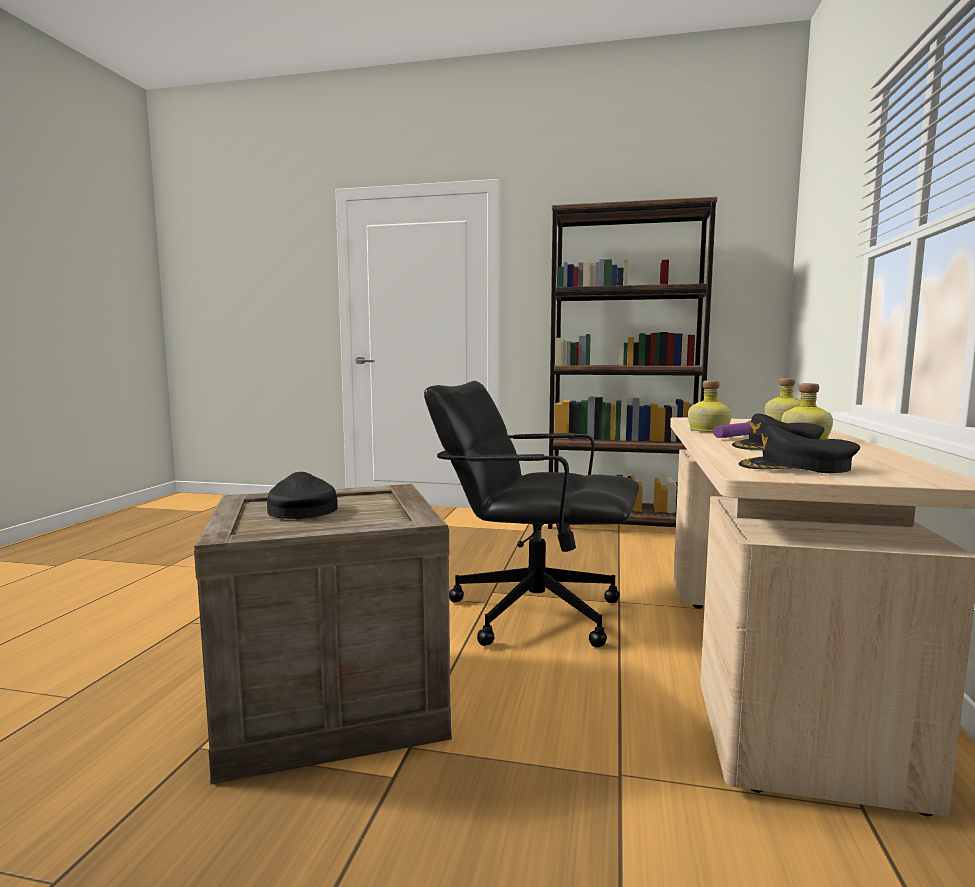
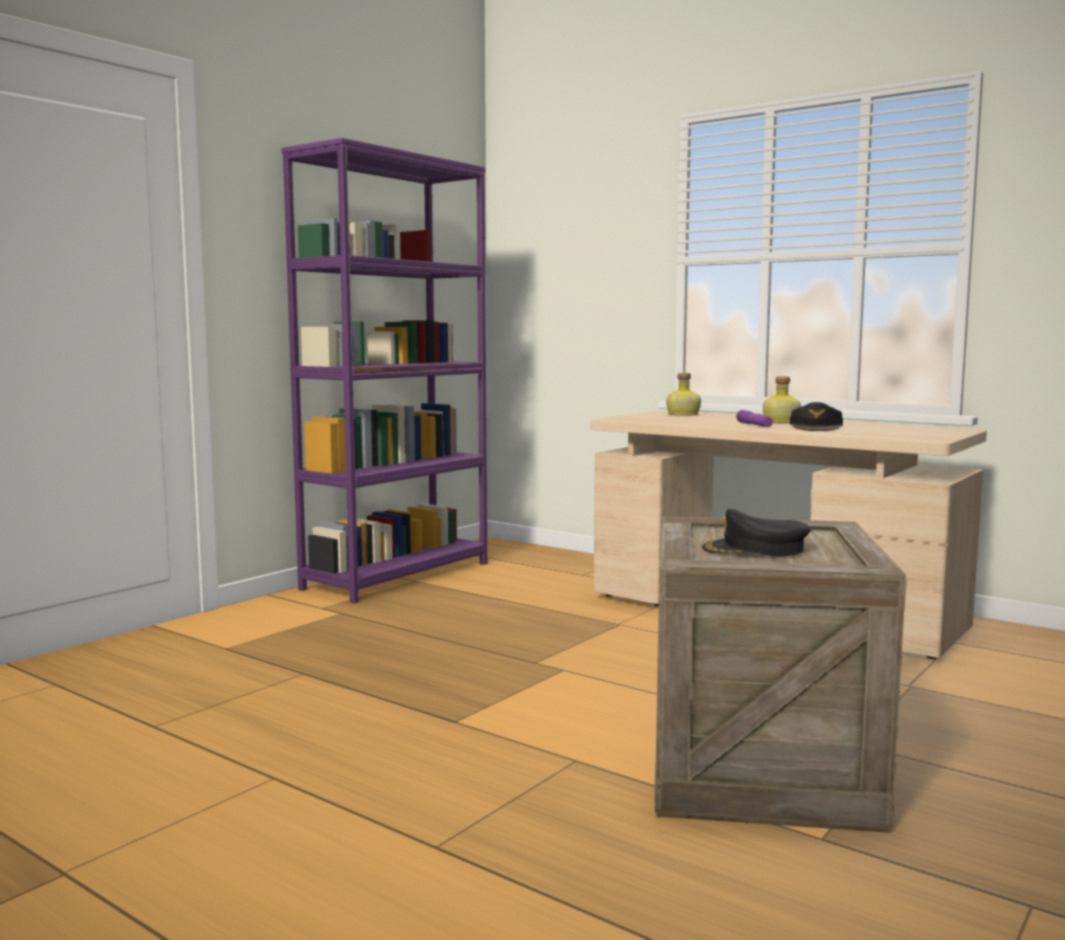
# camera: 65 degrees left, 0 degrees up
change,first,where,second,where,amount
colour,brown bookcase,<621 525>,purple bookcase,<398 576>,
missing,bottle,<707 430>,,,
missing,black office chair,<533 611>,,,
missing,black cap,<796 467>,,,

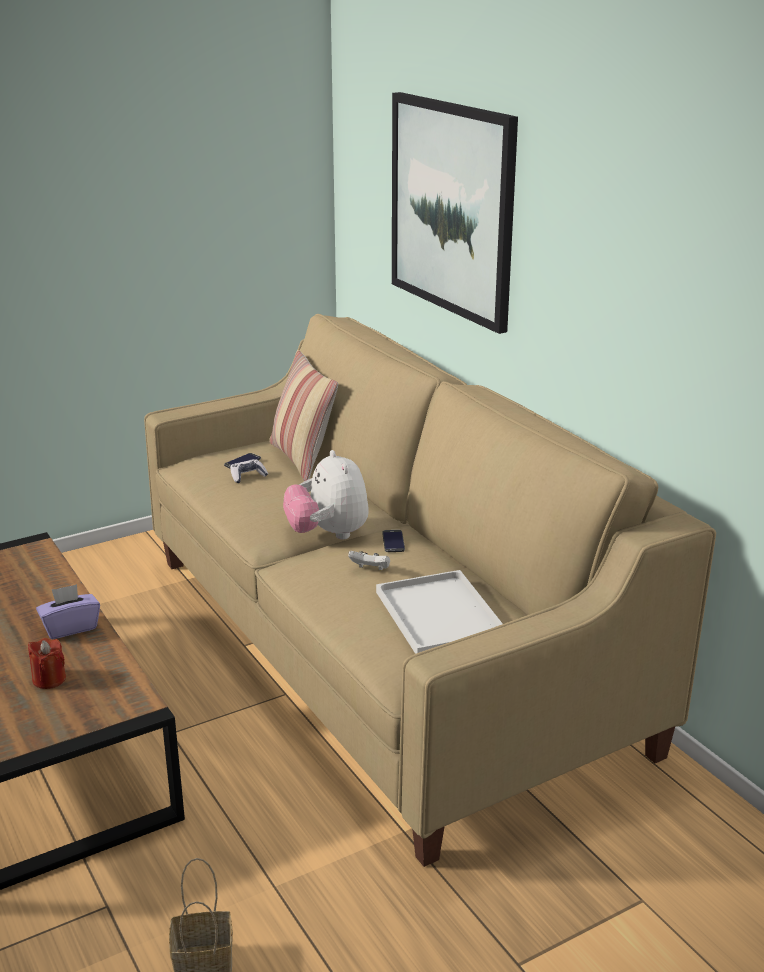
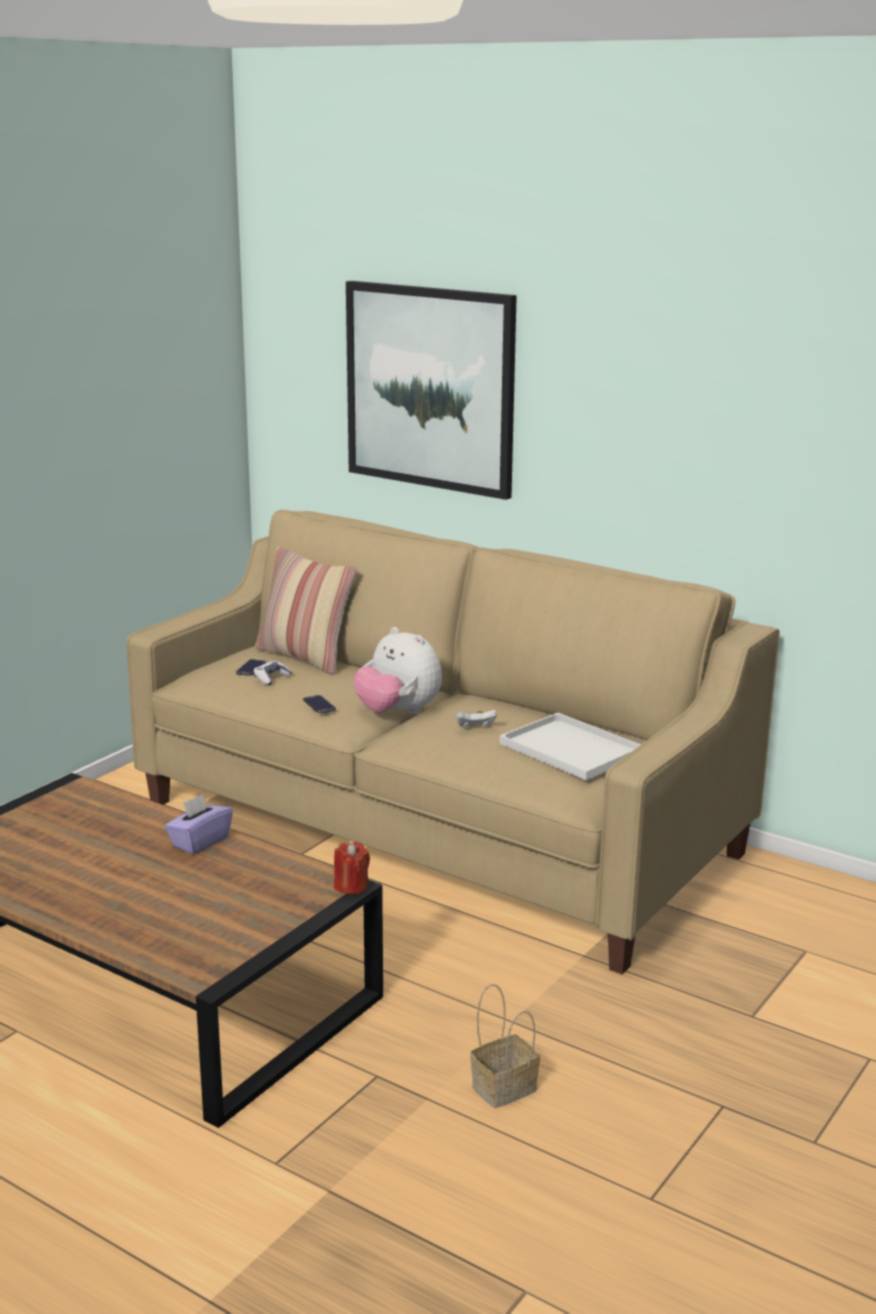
# camera: 25 degrees left, 5 degrees down
change,first,where,second,where,amount
relocated,phone,<393 541>,,<319 704>,
relocated,red candle,<49 679>,,<351 886>,

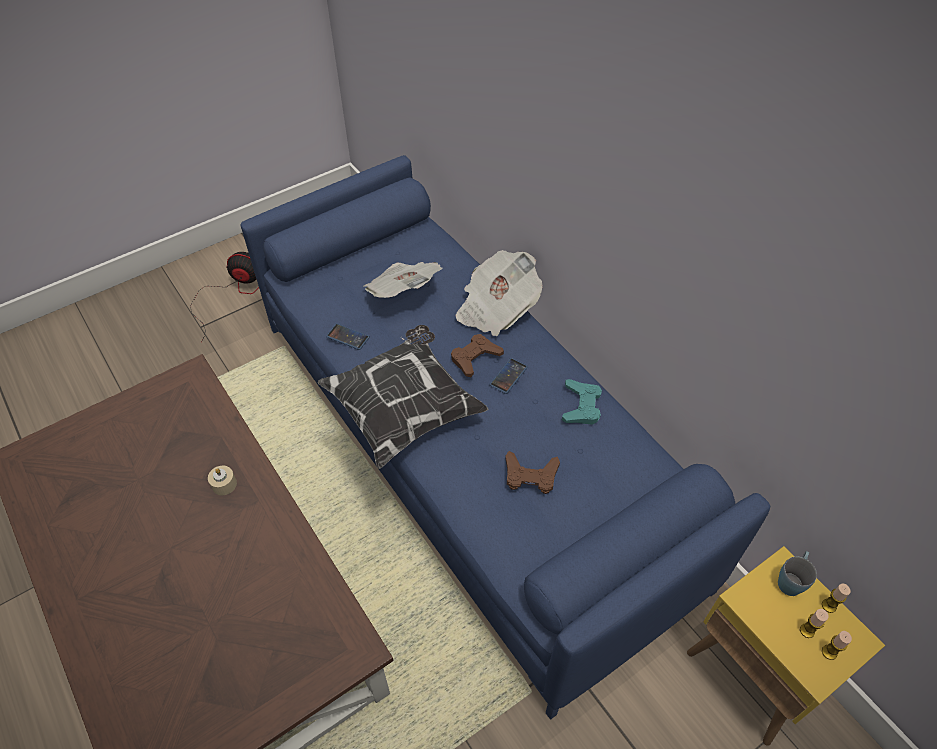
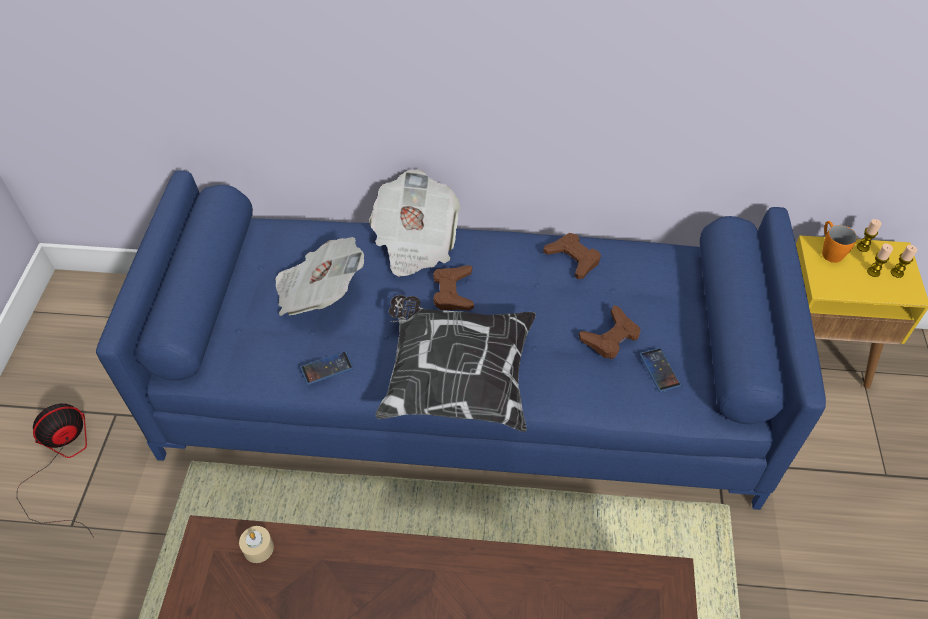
# camera: 50 degrees left, 0 degrees up
change,first,where,second,where,amount
relocated,phone,<508 376>,,<660 370>,
colour,turquoise game controller,<581 406>,brown game controller,<573 259>,
relocated,beige candle,<224 484>,,<258 548>,
colour,blue mug,<791 580>,orange mug,<829 251>,

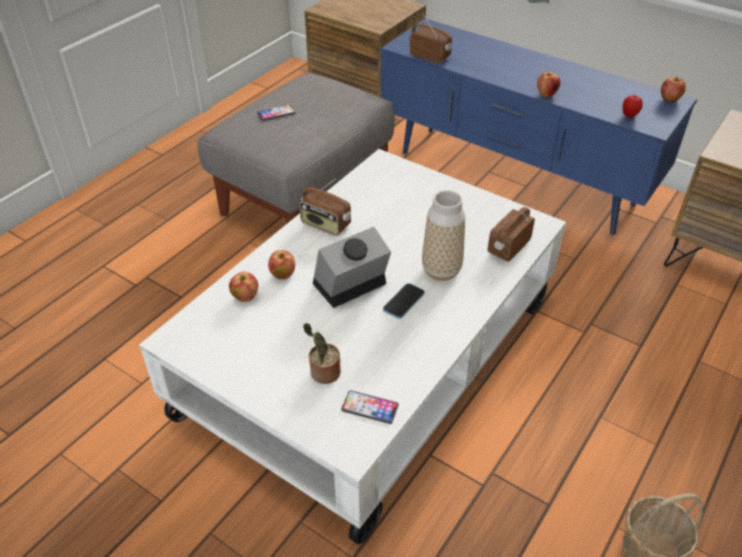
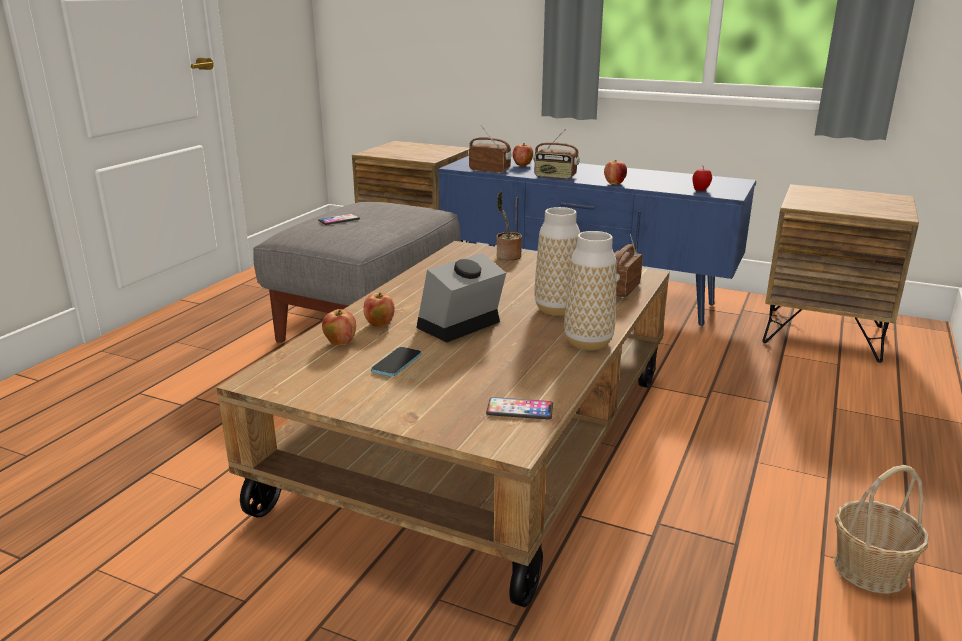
# camera: 10 degrees left, 20 degrees down
change,first,where,second,where,amount
relocated,apple,<669 99>,,<522 165>,
colour,white coffee table,<372 359>,brown coffee table,<482 440>,
relocated,radio,<325 225>,,<555 177>,
relocated,phone,<403 302>,,<396 363>,
relocated,potted plant,<323 373>,,<507 257>,
appeared,,,vase,<588 343>,

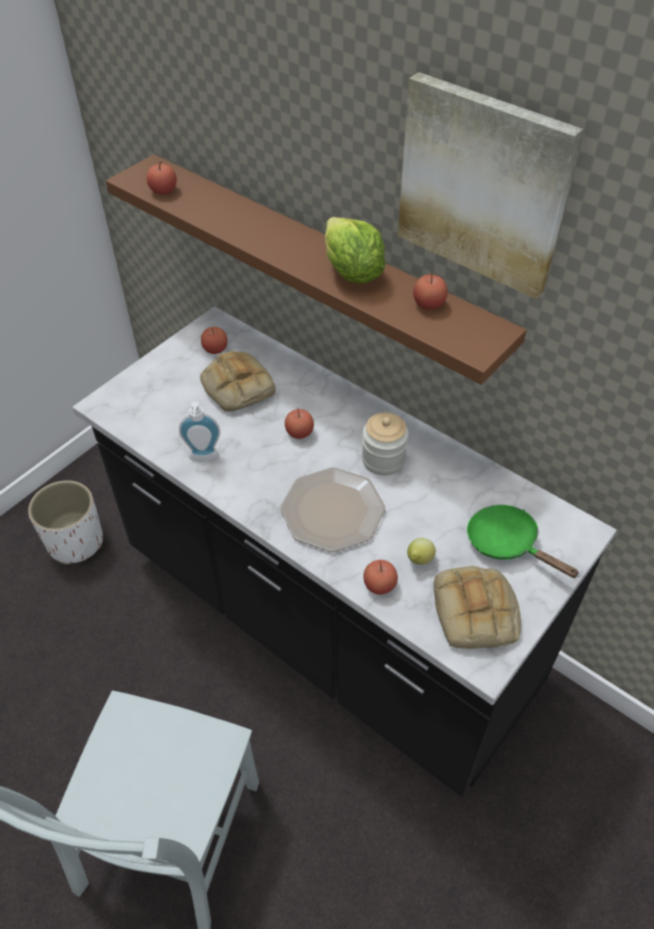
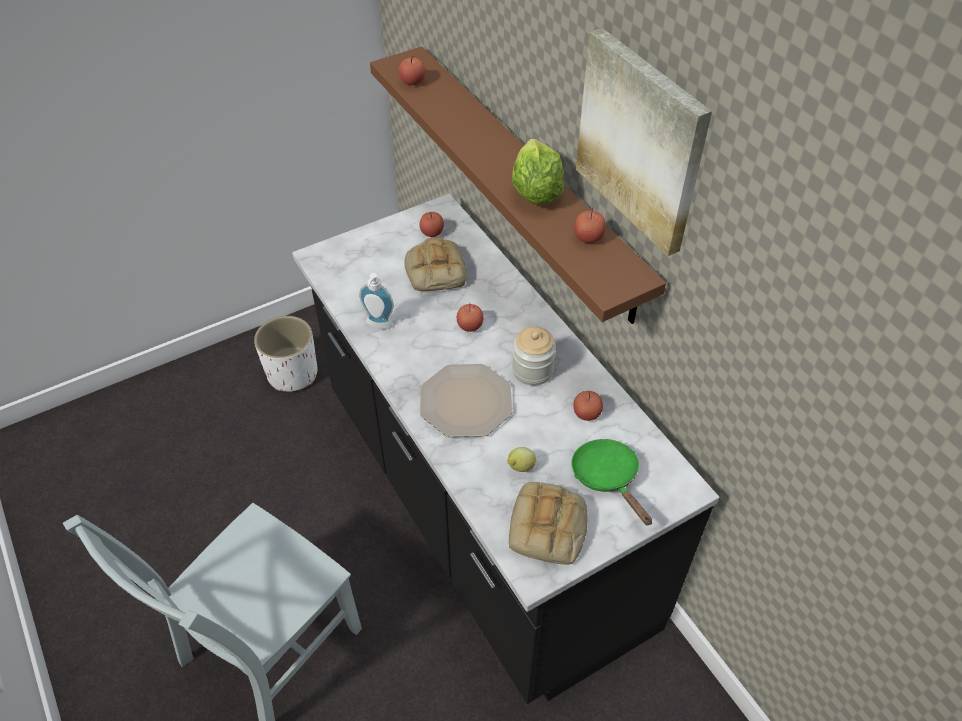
# camera: 20 degrees right, 0 degrees up
change,first,where,second,where,amount
relocated,apple,<379 585>,,<586 413>,

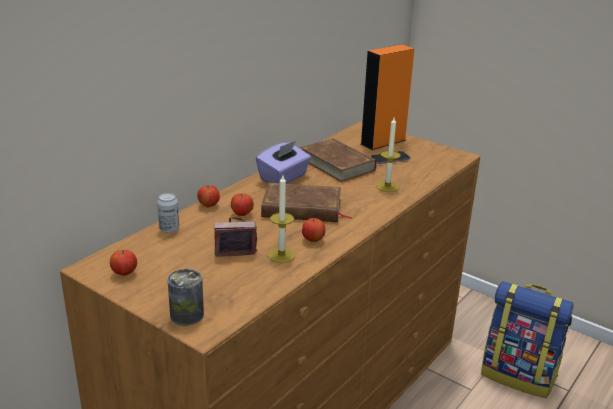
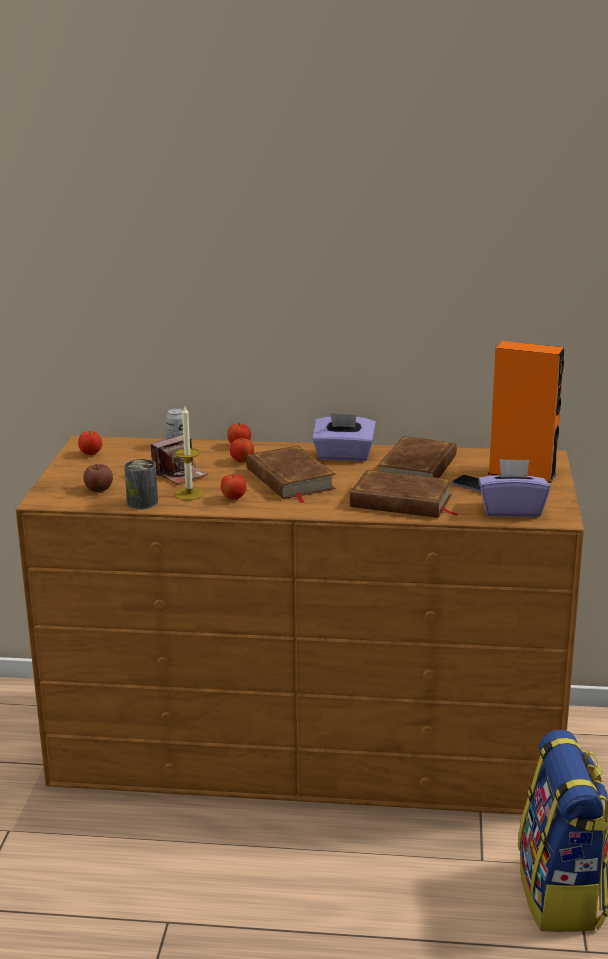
# camera: 60 degrees right, 5 degrees down
change,first,where,second,where,amount
exchanged,candle,<387 186>,brown book,<401 501>,
spun,photo camera,<234 246>,,<180 474>,90 degrees clockwise
relocated,can,<187 315>,,<142 503>,
appeared,,,purple tissue box,<511 510>,
appeared,,,apple,<99 489>,

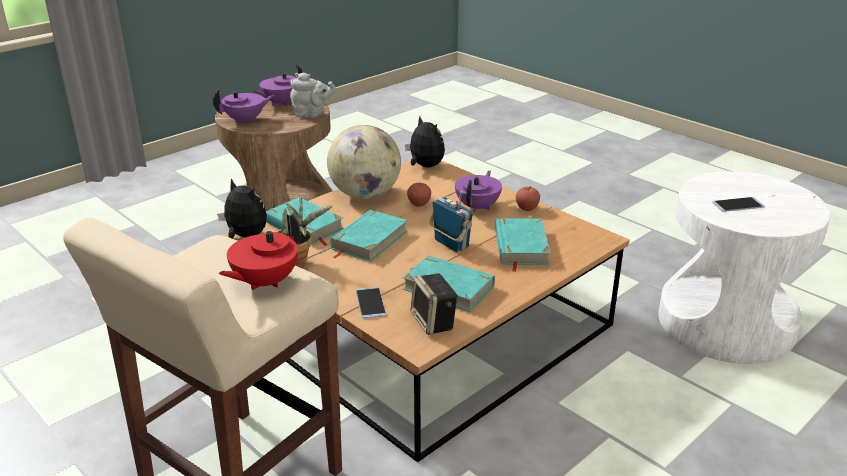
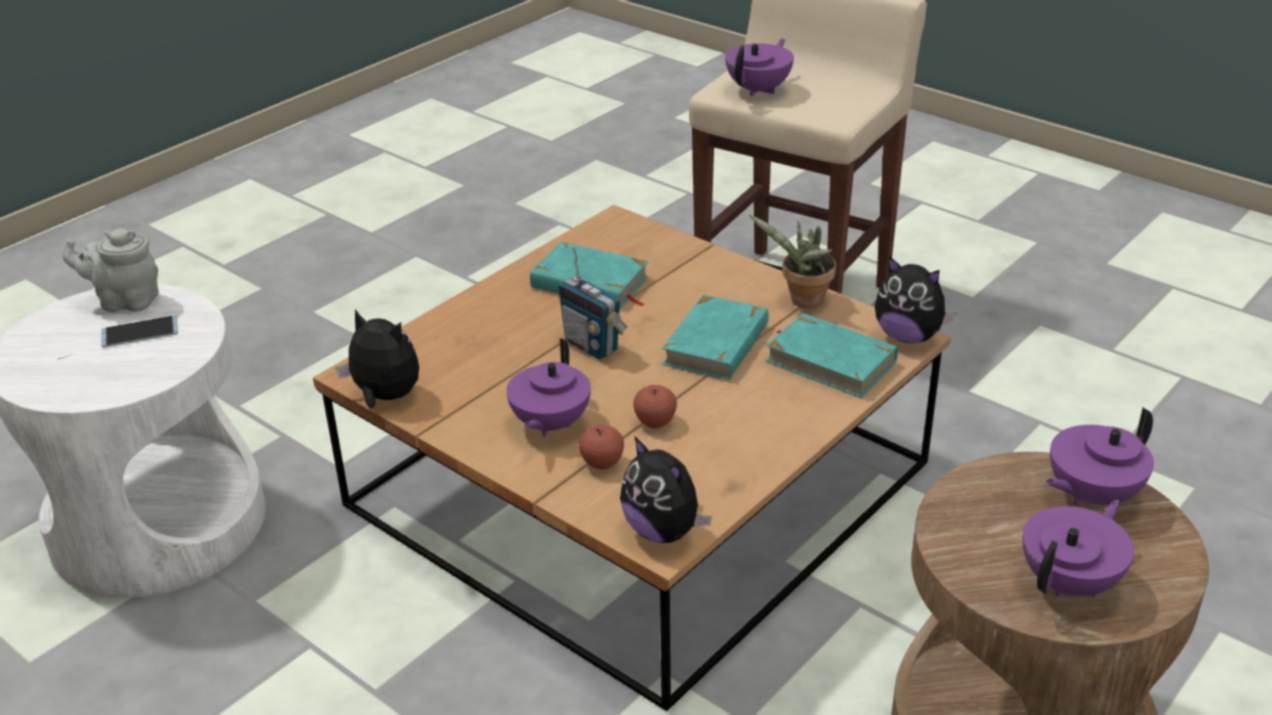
# camera: 175 degrees right, 5 degrees up
change,first,where,second,where,amount
relocated,grey teapot,<312 114>,,<125 301>,
missing,globe,<365 195>,,,
relocated,apple,<527 208>,,<602 463>,
colour,red teapot,<264 282>,purple teapot,<759 89>,
missing,turquoise book,<520 246>,,,
missing,speaker,<434 322>,,,
missing,phone,<370 303>,,,
appeared,,,plush toy,<385 397>,

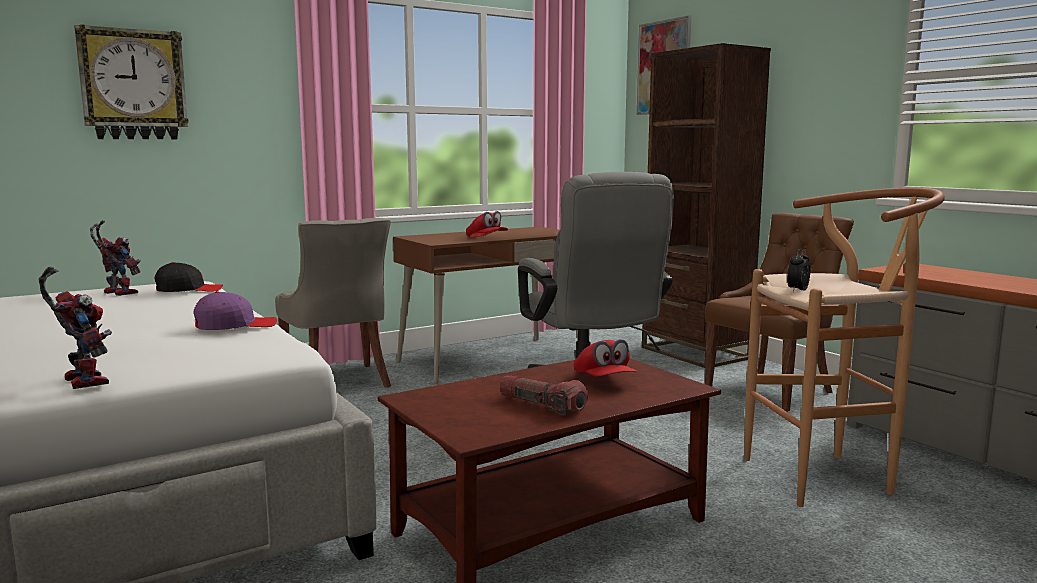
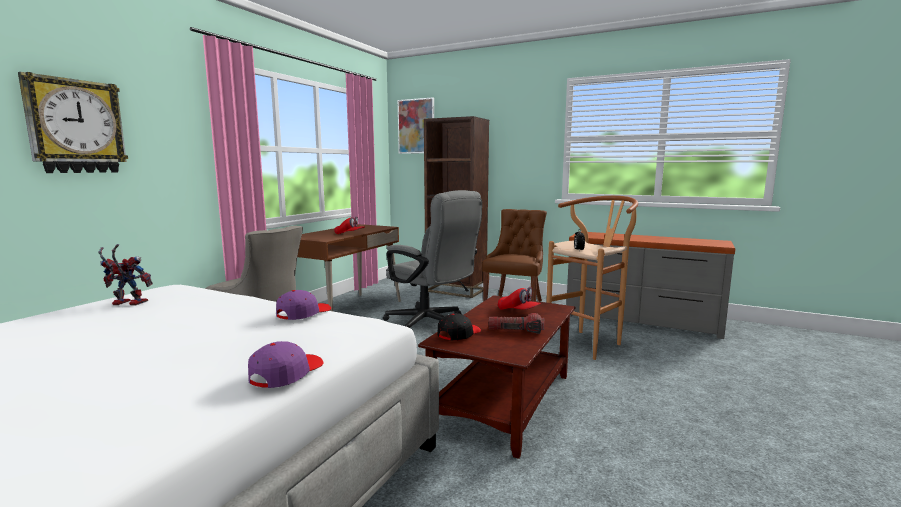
# camera: 30 degrees left, 0 degrees up
change,first,where,second,where,amount
relocated,black cap,<188 290>,,<458 334>,
exchanged,toy robot,<80 381>,purple cap,<286 373>,

